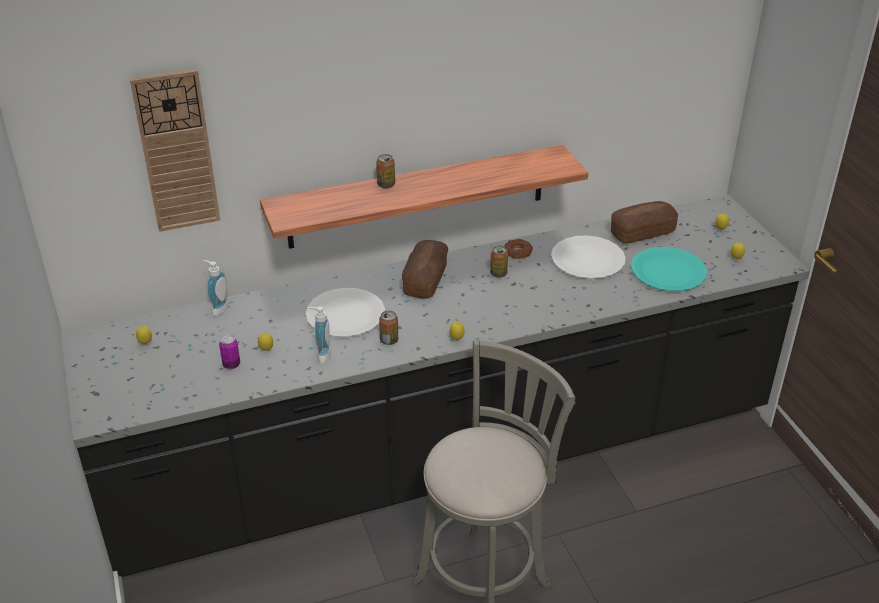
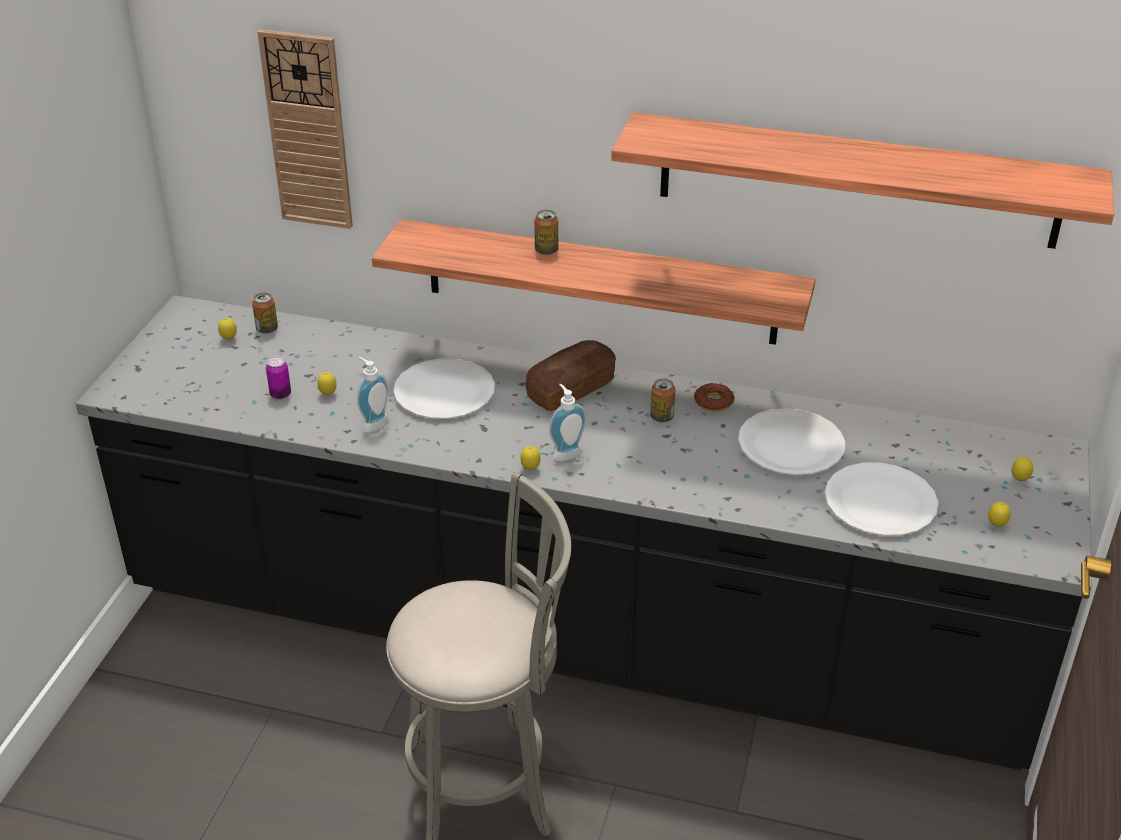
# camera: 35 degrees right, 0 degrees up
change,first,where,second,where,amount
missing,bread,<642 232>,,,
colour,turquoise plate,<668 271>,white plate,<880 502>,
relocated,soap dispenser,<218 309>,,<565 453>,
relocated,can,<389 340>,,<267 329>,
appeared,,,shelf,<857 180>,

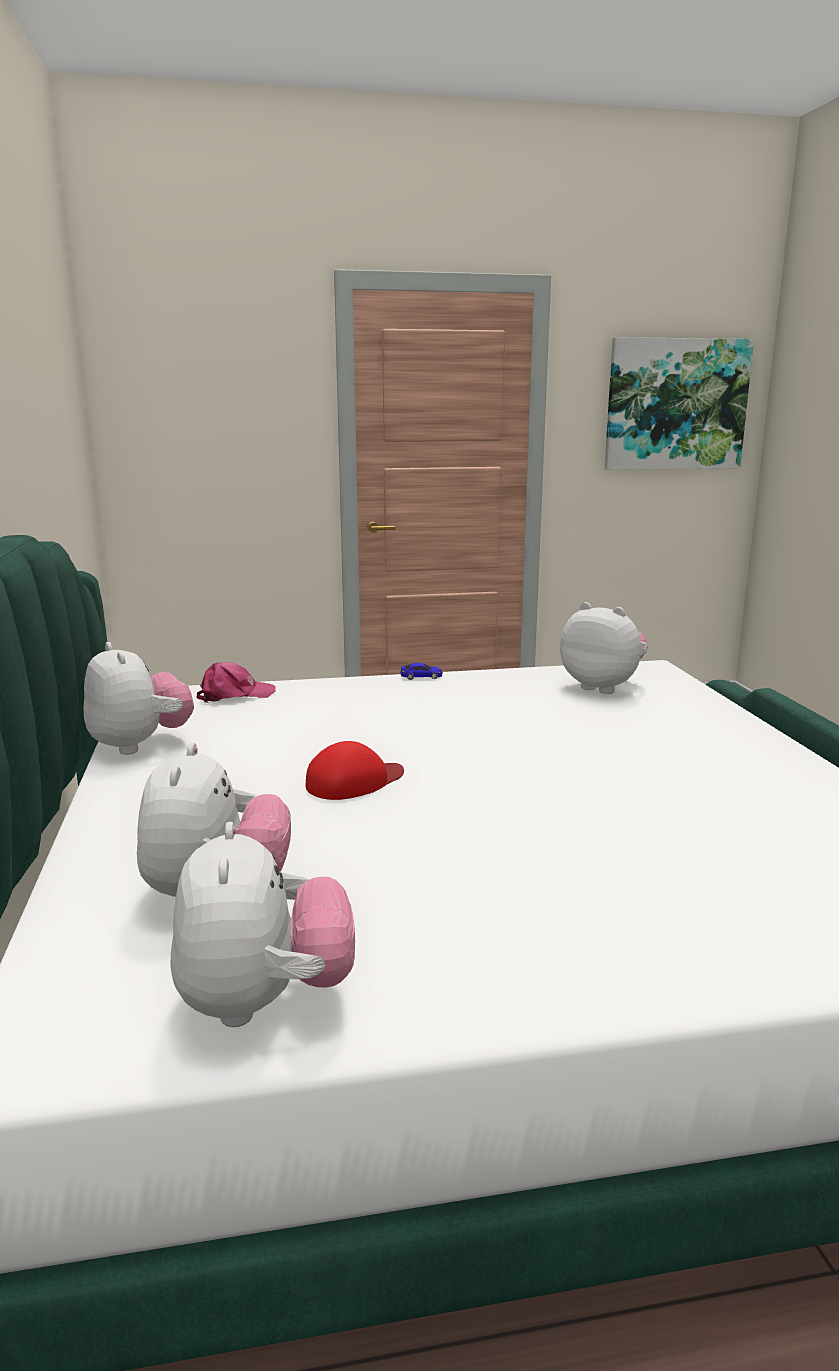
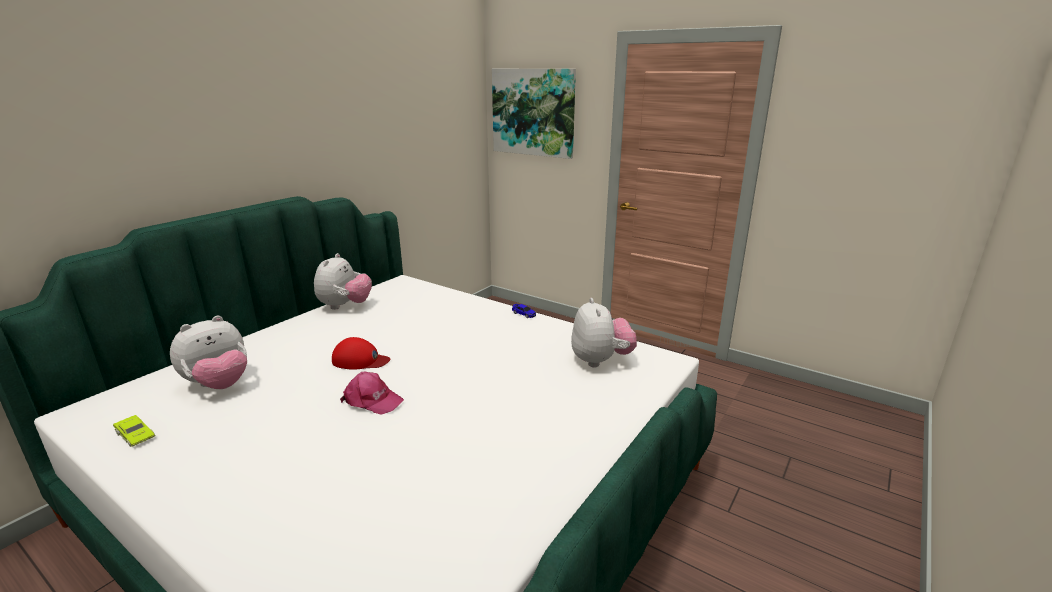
# camera: 45 degrees right, 5 degrees up
change,first,where,second,where,amount
relocated,picture,<676 404>,,<533 112>,
relocated,pink cap,<235 695>,,<372 400>,
exchanged,plush toy,<264 1002>,green toy car,<135 435>,

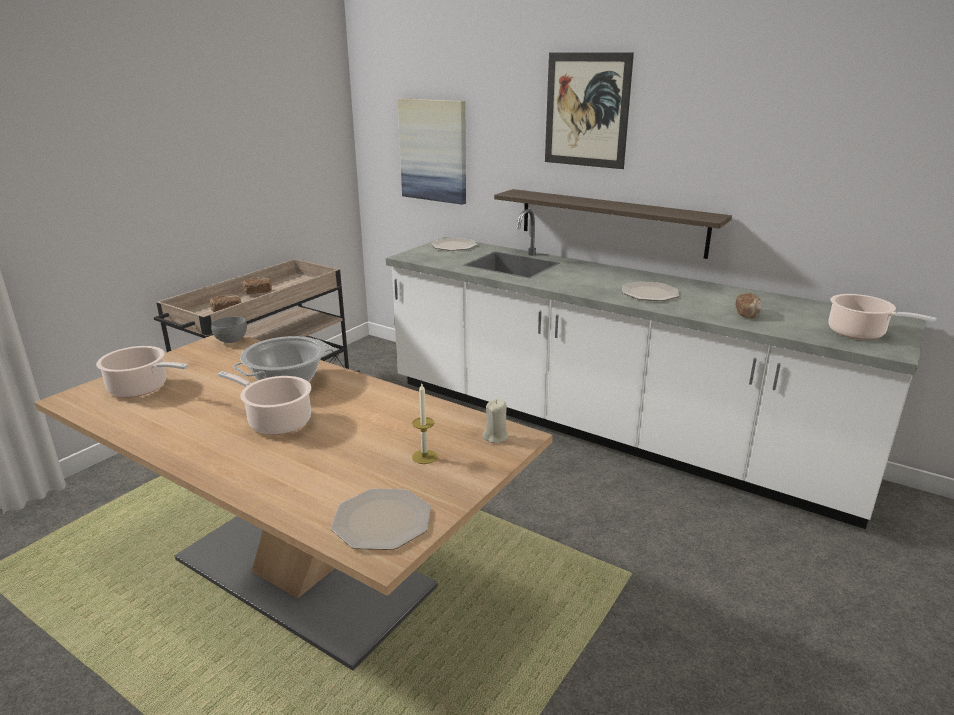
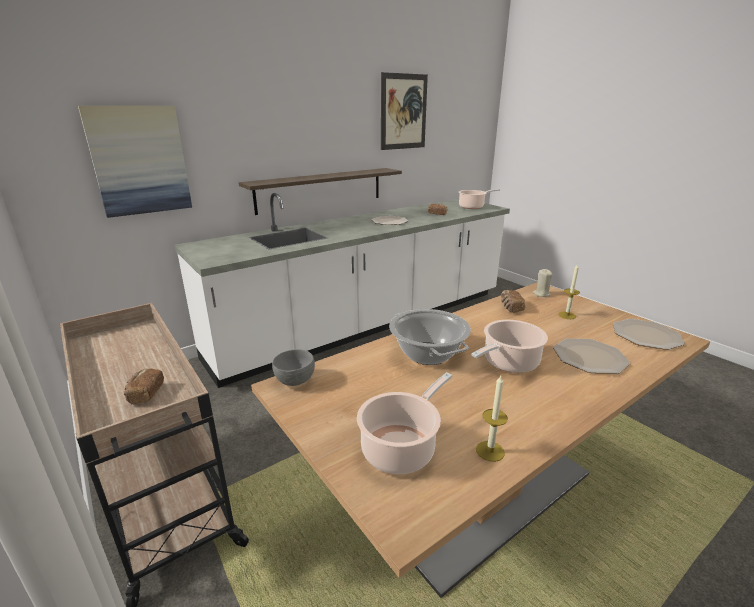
# camera: 70 degrees left, 0 degrees up
change,first,where,second,where,amount
relocated,picture,<586 110>,,<403 112>,
relocated,plate,<454 246>,,<590 357>,
relocated,bread,<258 292>,,<510 308>,
appeared,,,candle,<490 451>,

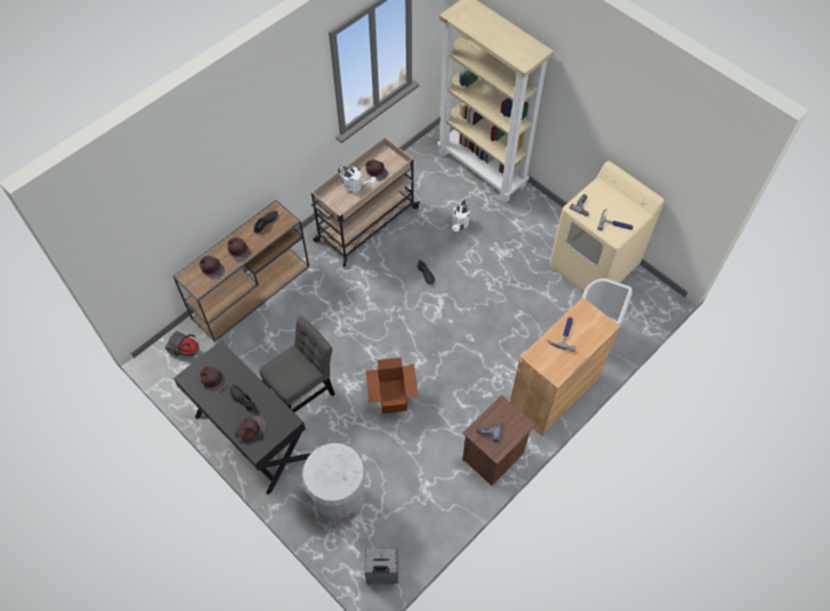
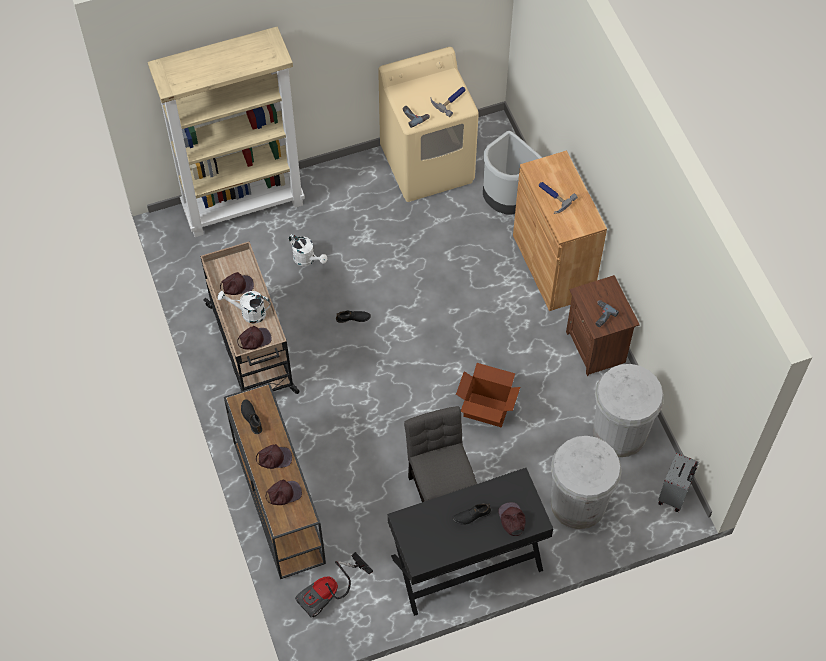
# camera: 65 degrees left, 0 degrees up
change,first,where,second,where,amount
spun,white watering can,<356 187>,,<248 313>,135 degrees counterclockwise
relocated,brown cap,<213 380>,,<254 339>,
appeared,,,white trash can,<619 432>,

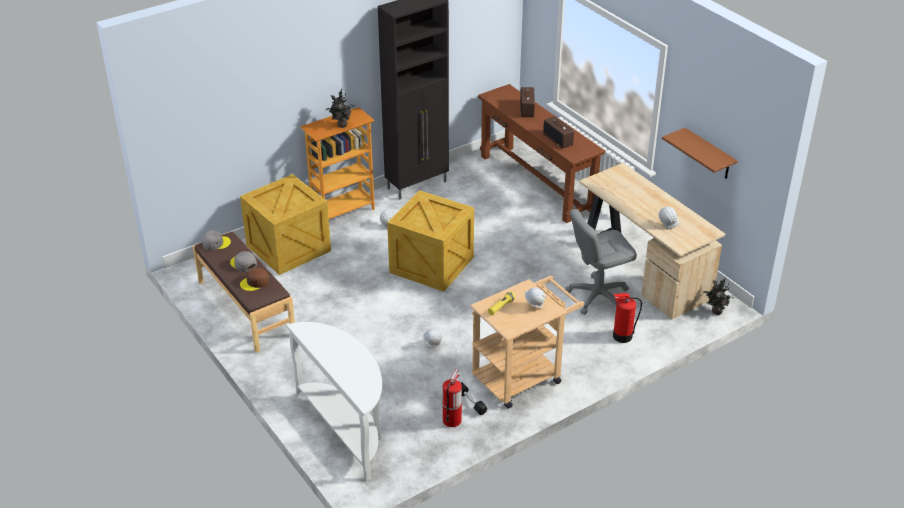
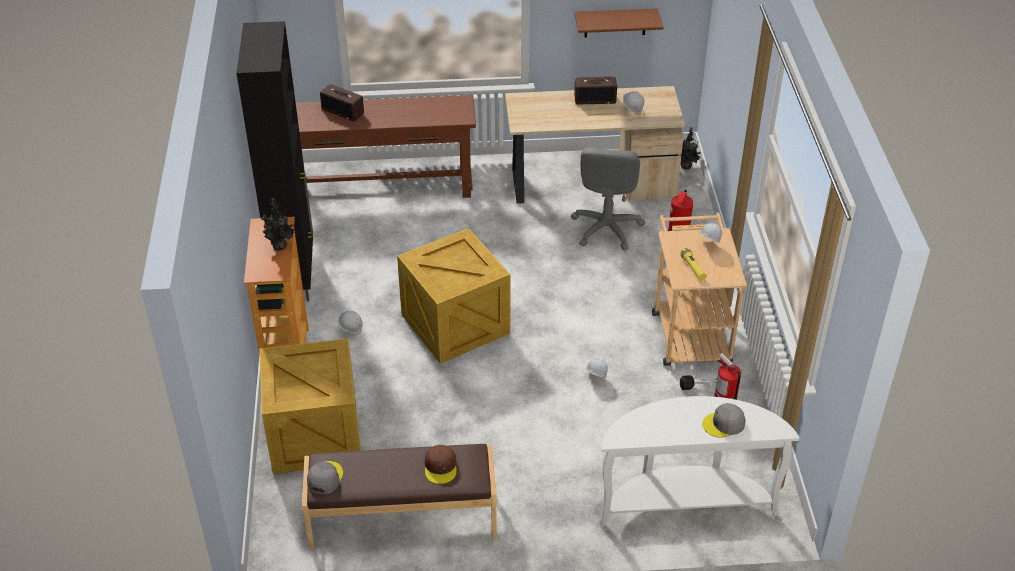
# camera: 60 degrees left, 5 degrees up
change,first,where,second,where,amount
relocated,radio,<558 139>,,<595 99>,
relocated,grey cap,<243 264>,,<724 424>,

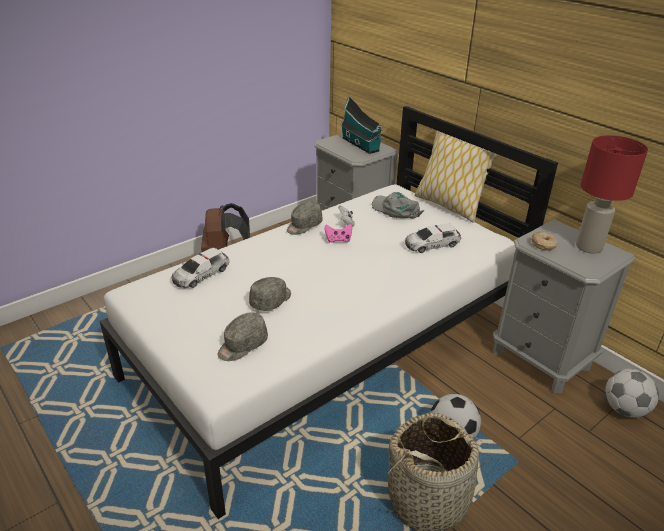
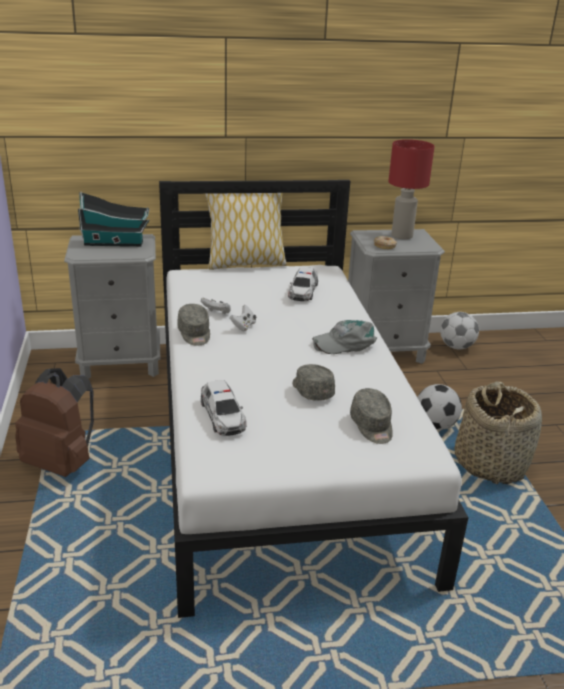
# camera: 60 degrees left, 5 degrees down
change,first,where,second,where,amount
relocated,grey cap,<396 210>,,<345 343>,
colour,pink game controller,<338 240>,white game controller,<243 326>,

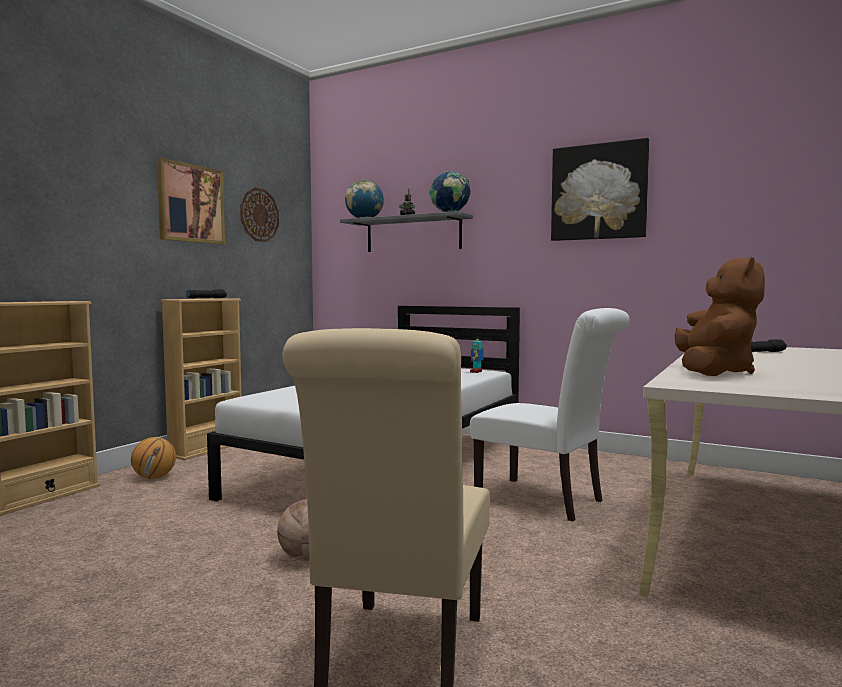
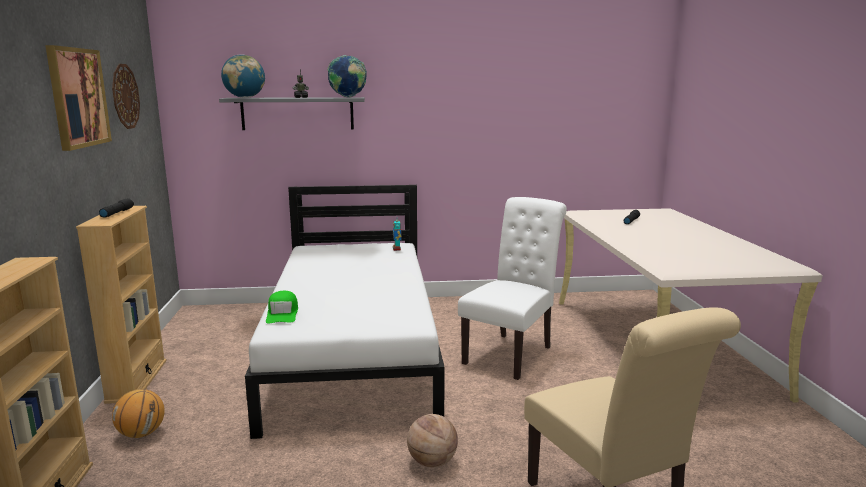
# camera: 35 degrees left, 10 degrees up
change,first,where,second,where,amount
missing,picture,<599 192>,,,
missing,brown plush toy,<714 372>,,,
spun,white chair,<546 500>,,<511 353>,60 degrees counterclockwise
appeared,,,green cap,<282 314>,

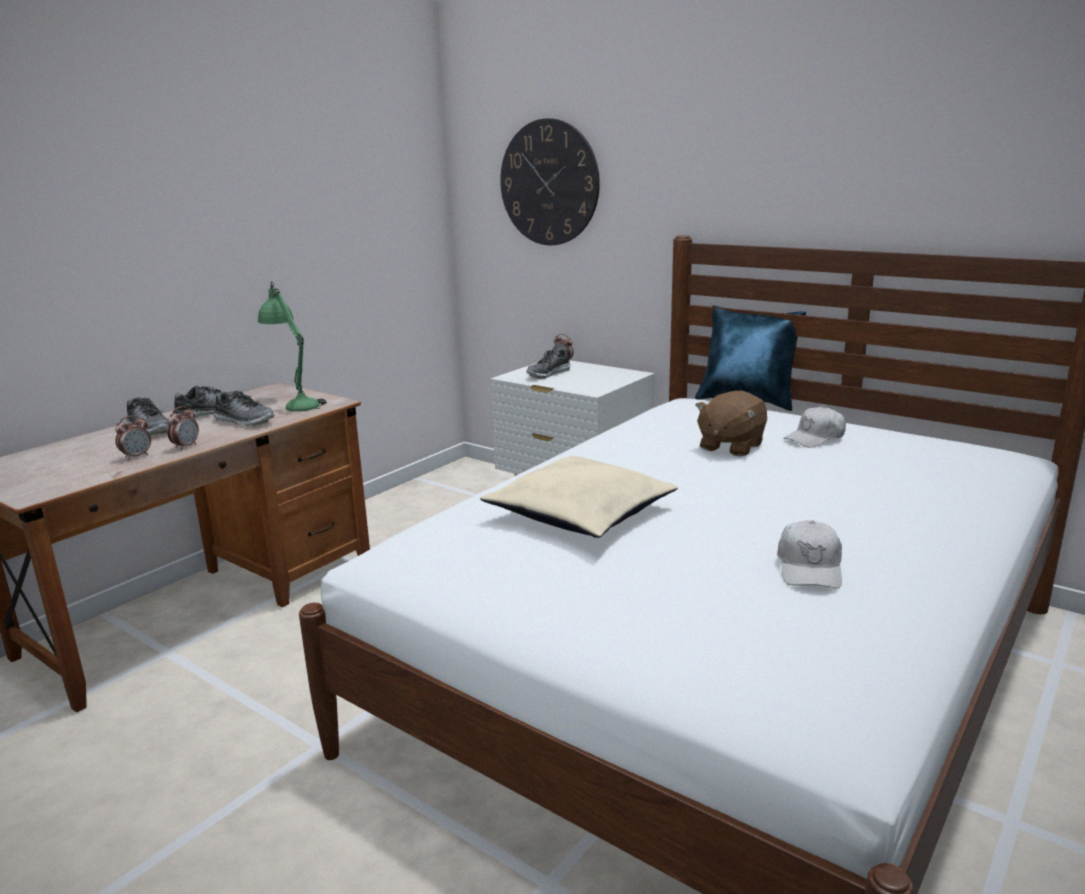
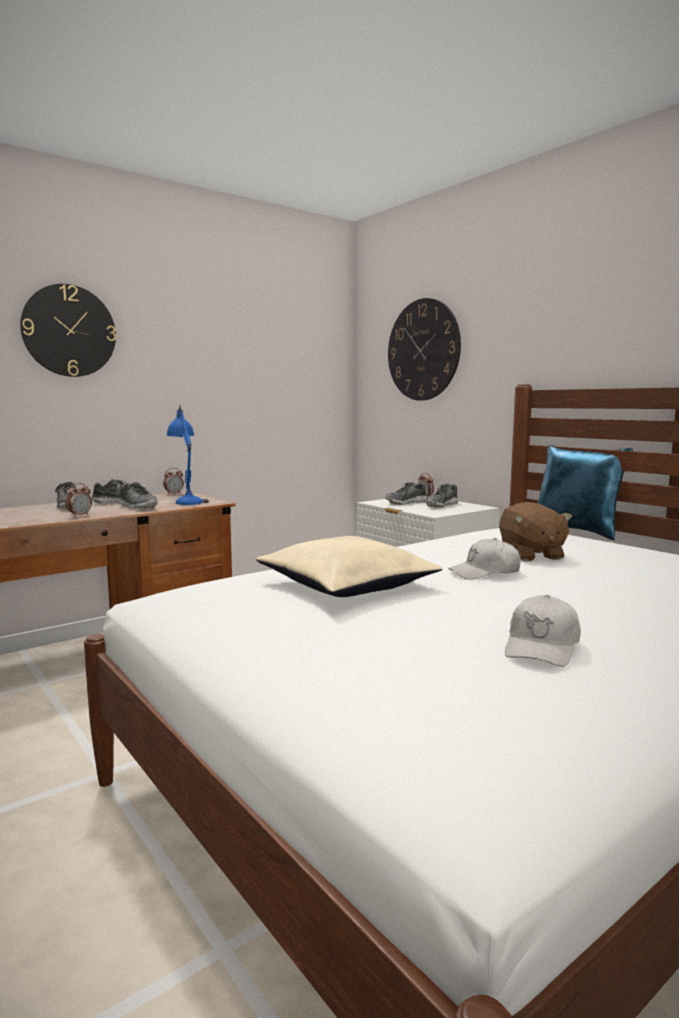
# camera: 15 degrees right, 10 degrees down
change,first,where,second,where,amount
colour,green table lamp,<296 402>,blue table lamp,<187 500>,
spun,brown plush toy,<730 446>,,<530 555>,60 degrees counterclockwise
relocated,white cap,<815 438>,,<485 572>,
relocated,alarm clock,<137 456>,,<174 494>,
appeared,,,wall clock,<69 331>,
appeared,,,shoe,<442 505>,

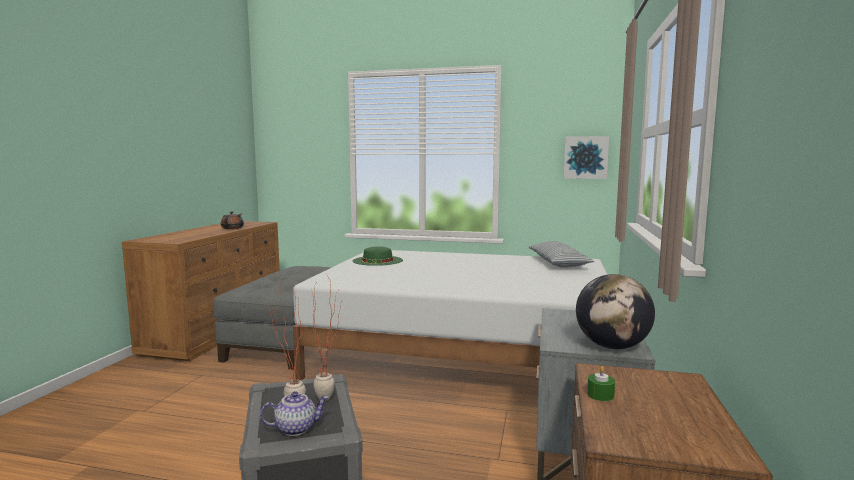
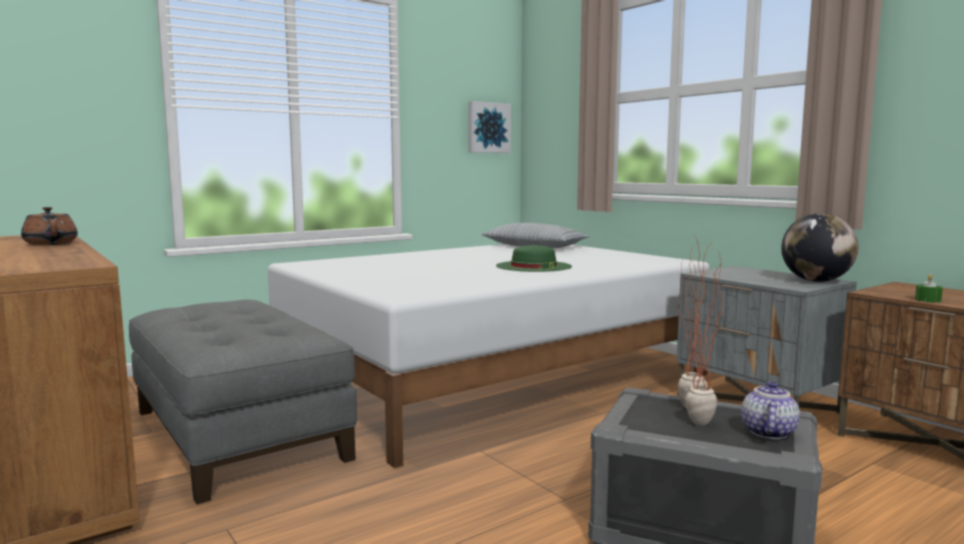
# camera: 50 degrees left, 0 degrees up
change,first,where,second,where,amount
relocated,green hat,<377 260>,,<533 266>,

